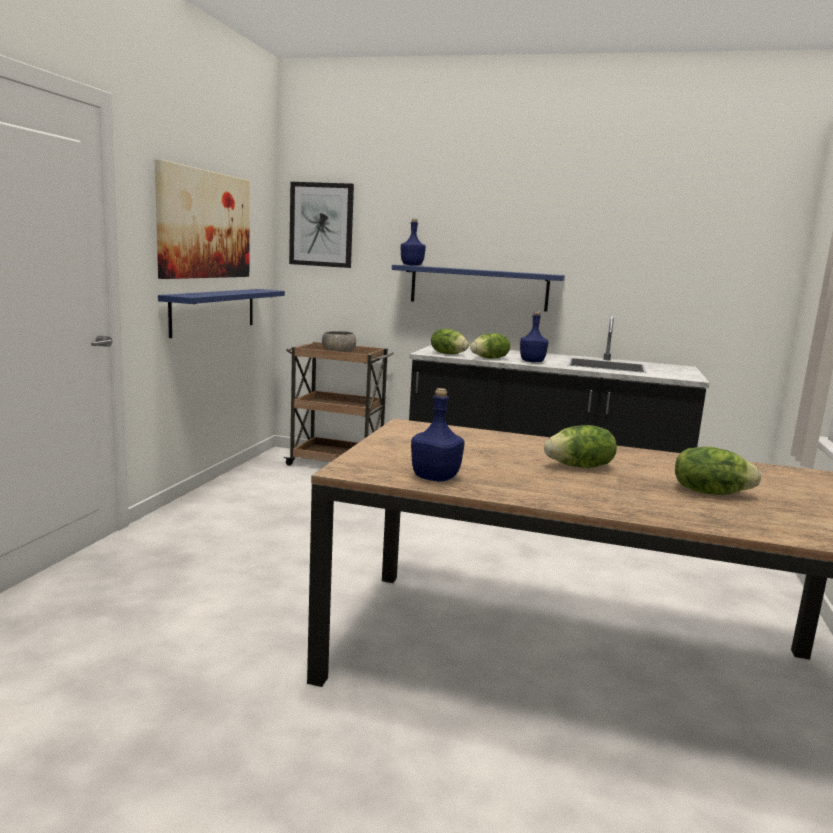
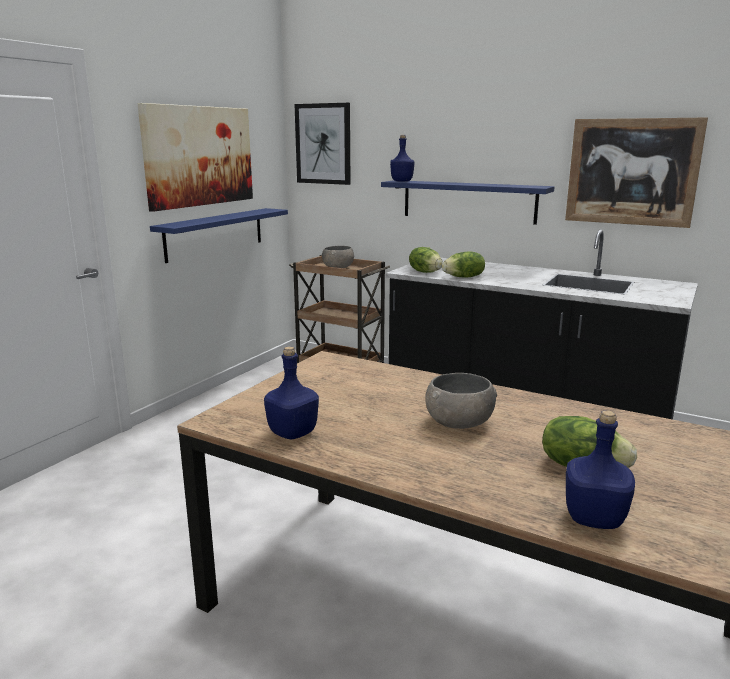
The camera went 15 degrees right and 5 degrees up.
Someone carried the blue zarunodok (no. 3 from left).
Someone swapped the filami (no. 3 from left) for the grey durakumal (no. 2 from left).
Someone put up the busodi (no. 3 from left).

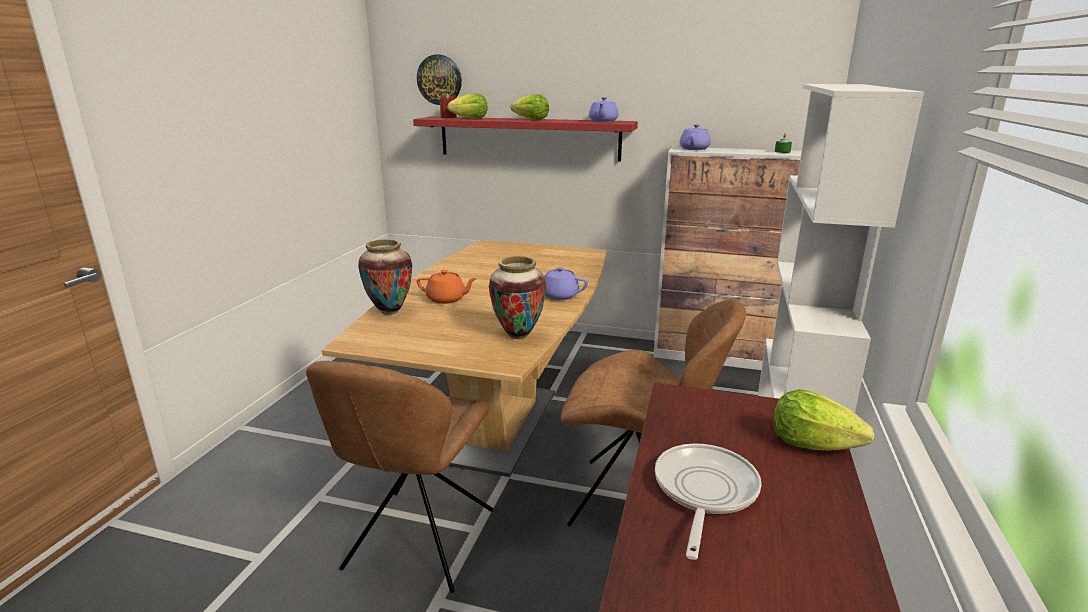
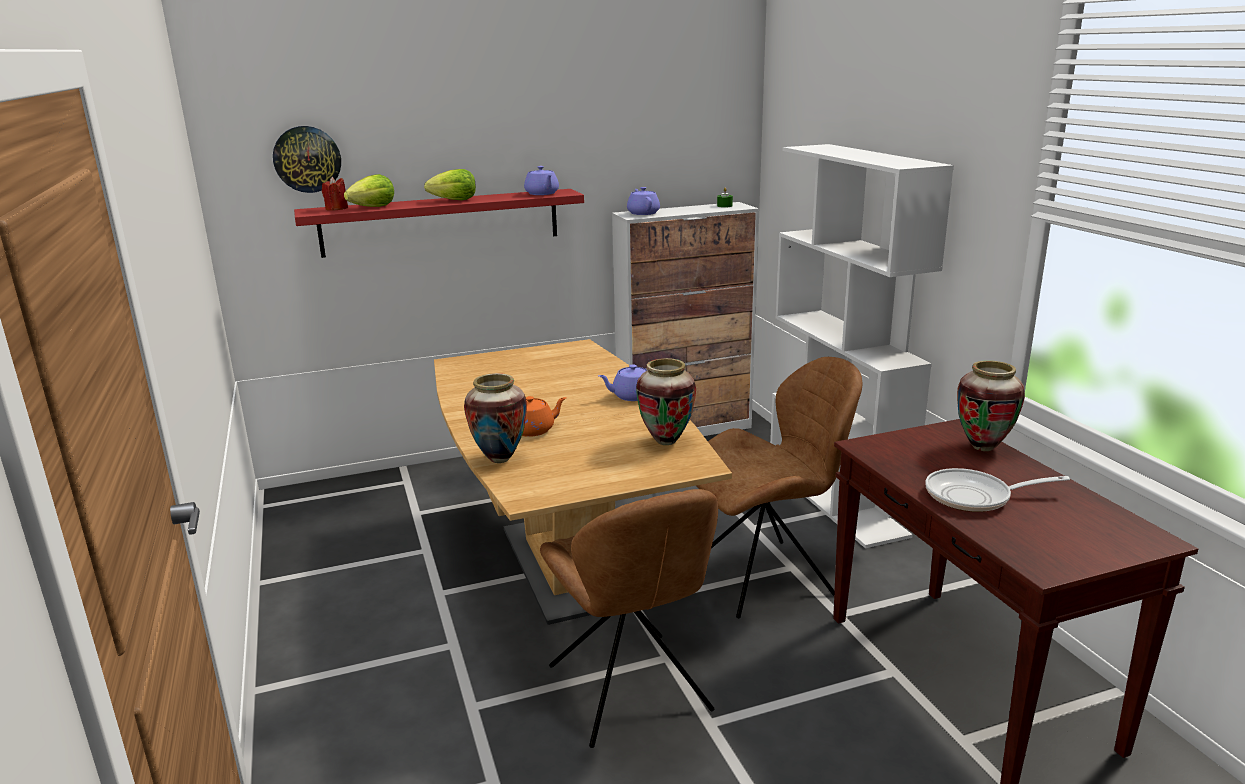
The camera went 35 degrees left and 0 degrees up.
Someone rotated the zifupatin by 75 degrees counterclockwise.
Someone swapped the filami (no. 3 from left) for the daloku (no. 3 from left).

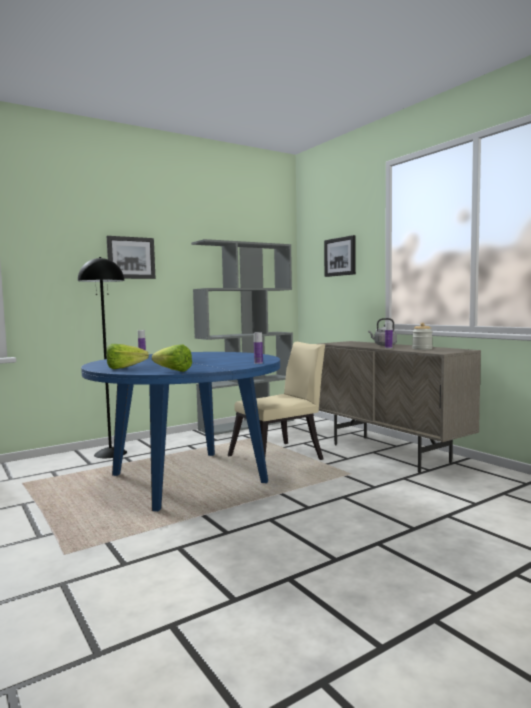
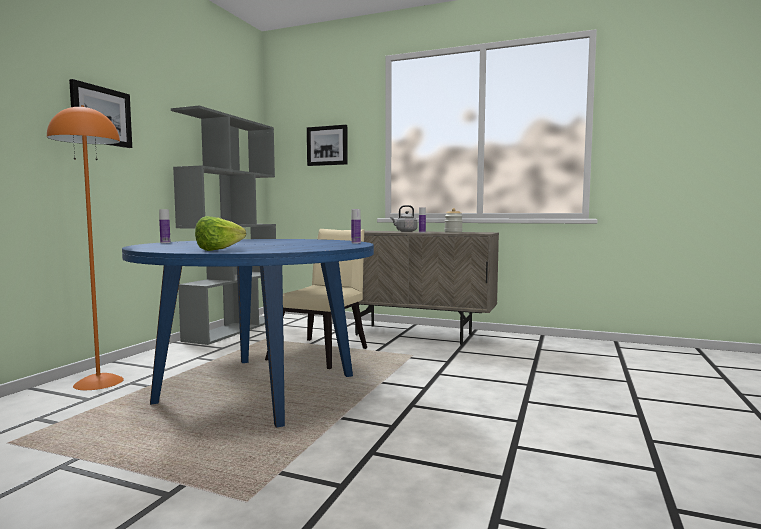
The camera went 35 degrees left and 0 degrees up.
Someone repainted the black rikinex, which became the orange rikinex.
Someone took away the filami (no. 2 from left).

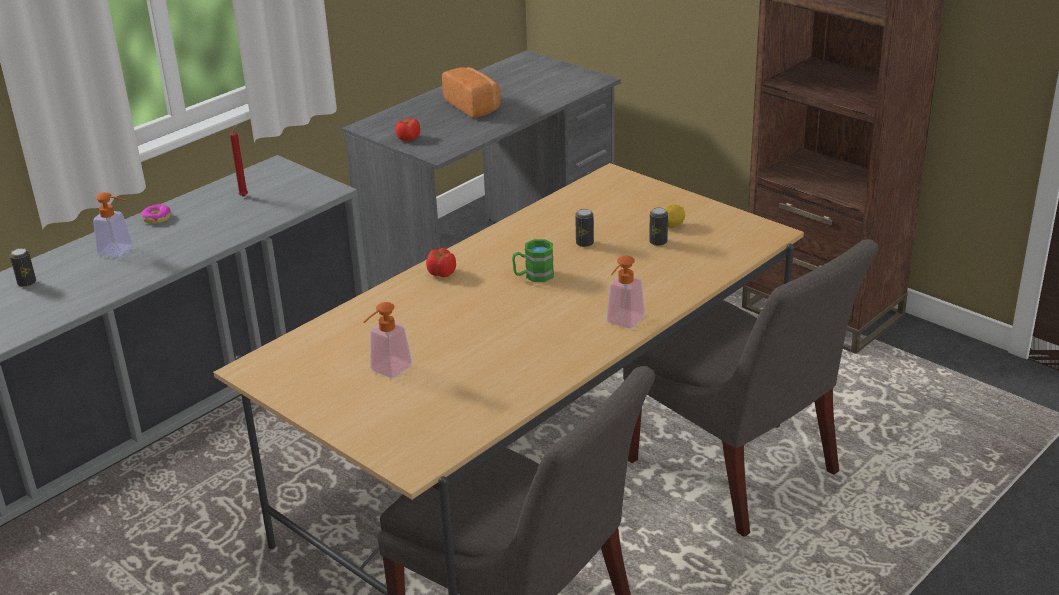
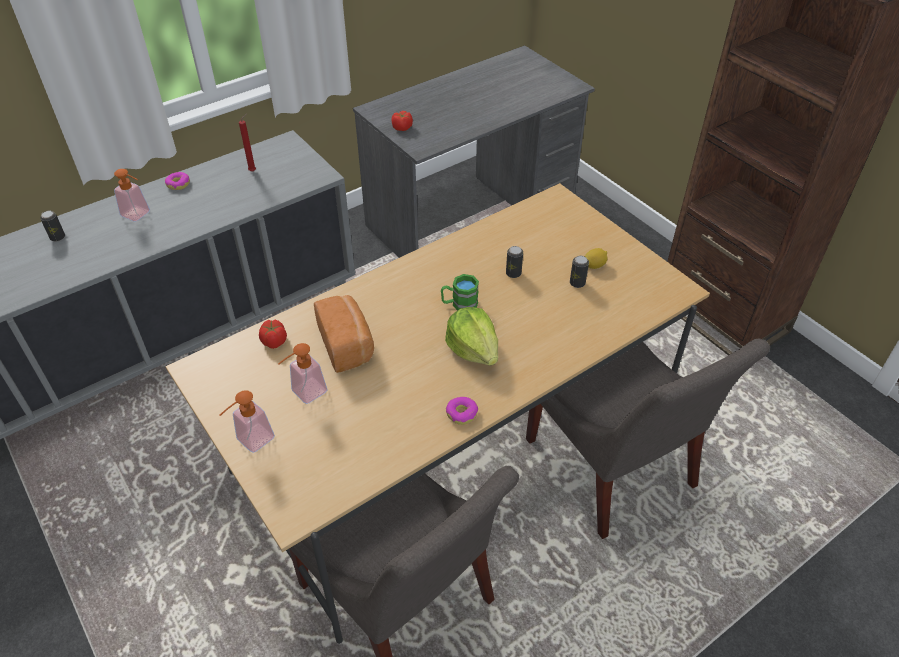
The camera went 10 degrees right and 15 degrees up.
Someone carried the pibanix (no. 2 from left in the first image).
Someone carried the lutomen.
Someone carried the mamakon (no. 3 from left in the first image).
Someone put down the filami.
Someone put down the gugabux (no. 2 from left).

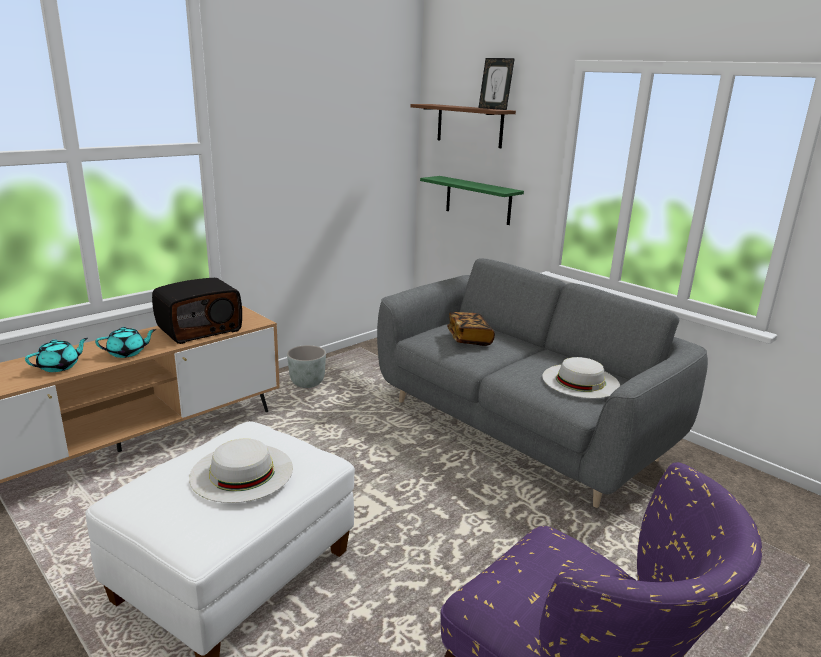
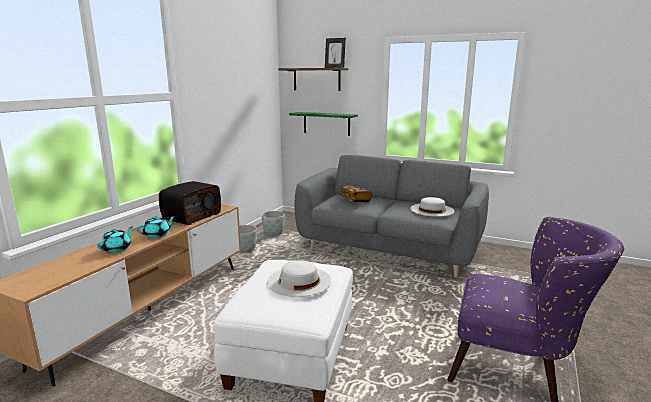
The camera went 20 degrees left and 5 degrees down.
Someone put down the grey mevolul (no. 2 from left).

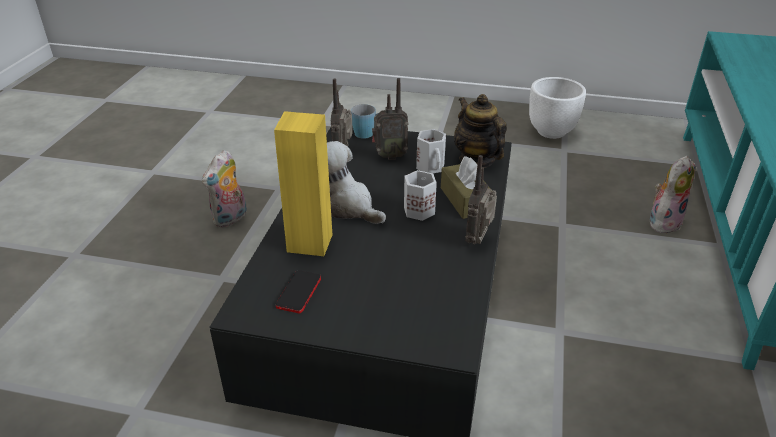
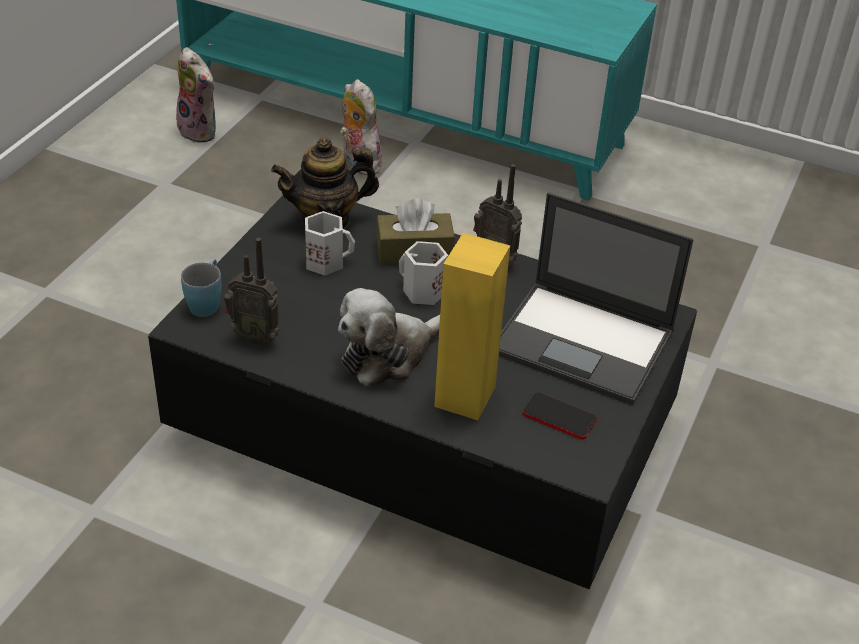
The camera went 80 degrees left and 5 degrees up.
Someone carried the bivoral (no. 1 from left).
Someone took away the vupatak (no. 2 from left).
Someone took away the white mevolul.
Someone put down the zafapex.

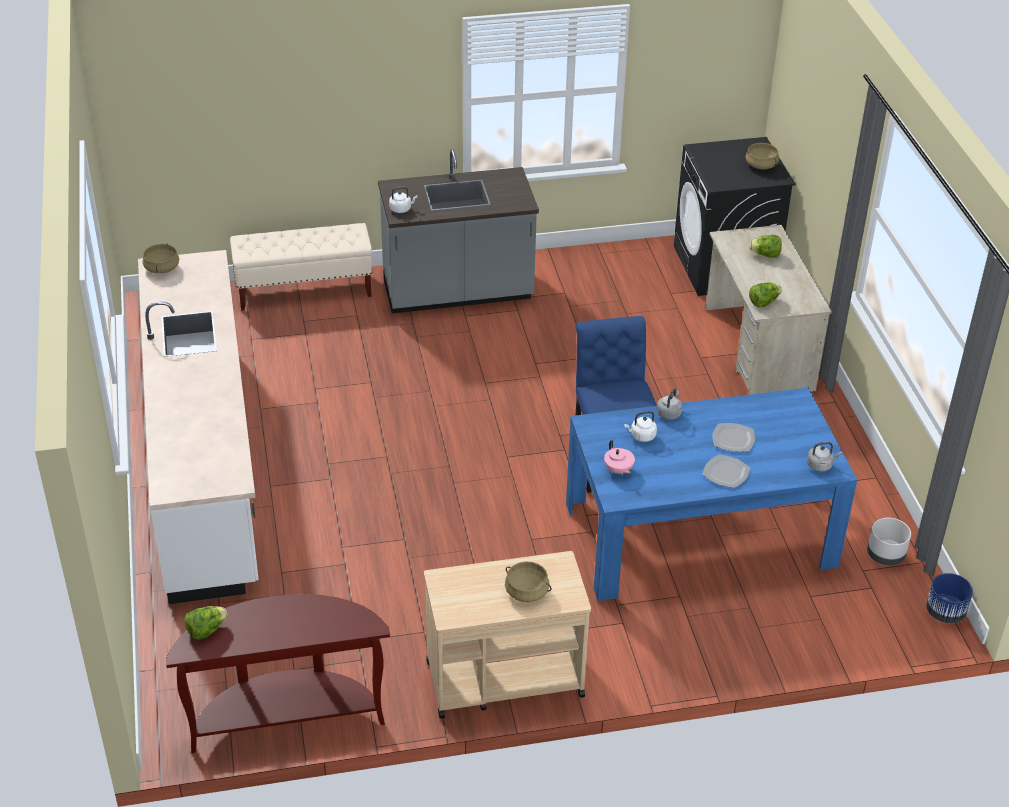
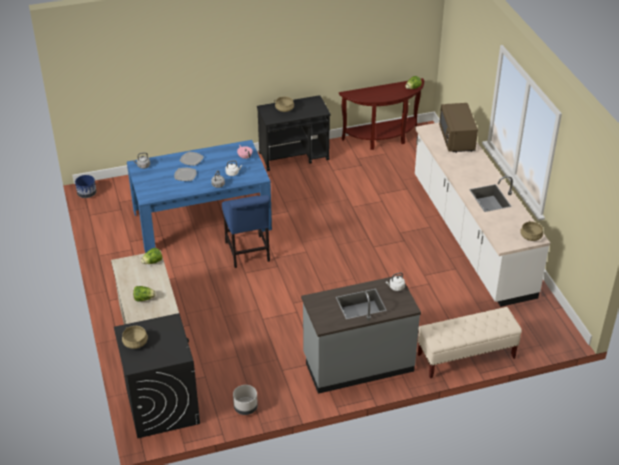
The camera went 175 degrees right and 0 degrees up.
Someone repainted the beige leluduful, which became the black leluduful.
Someone carried the grey mevolul.
Someone put down the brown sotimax.

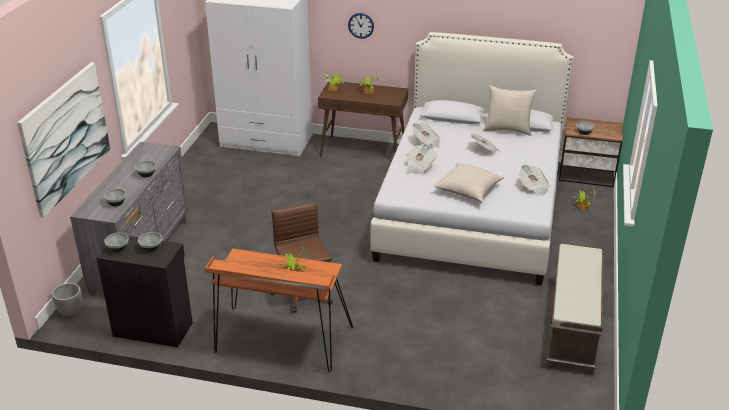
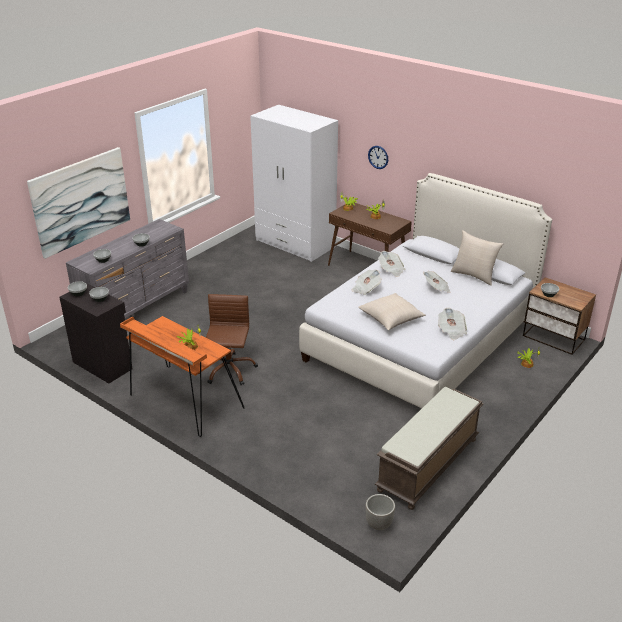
The camera went 25 degrees right and 0 degrees up.
Someone carried the mevolul.

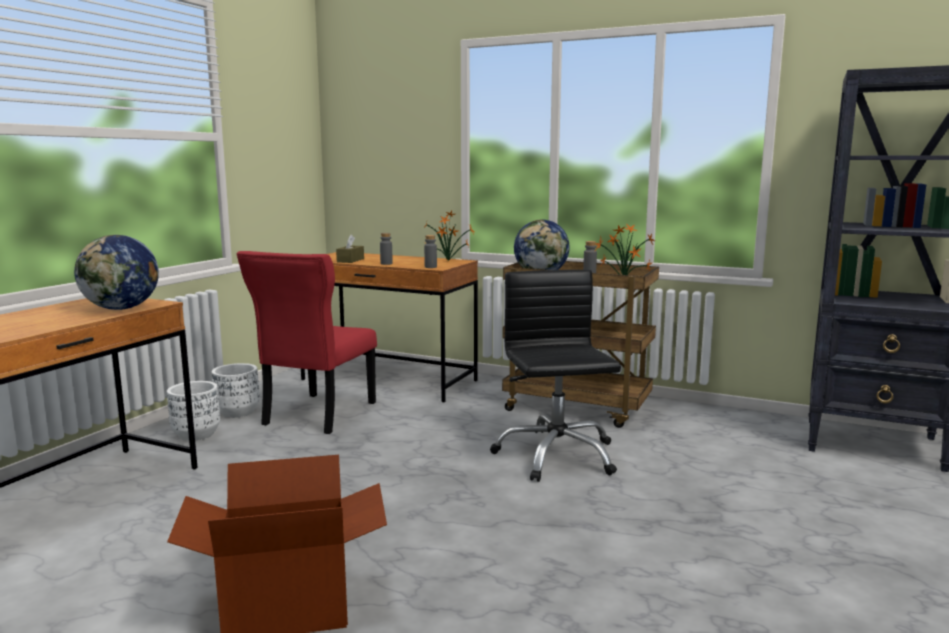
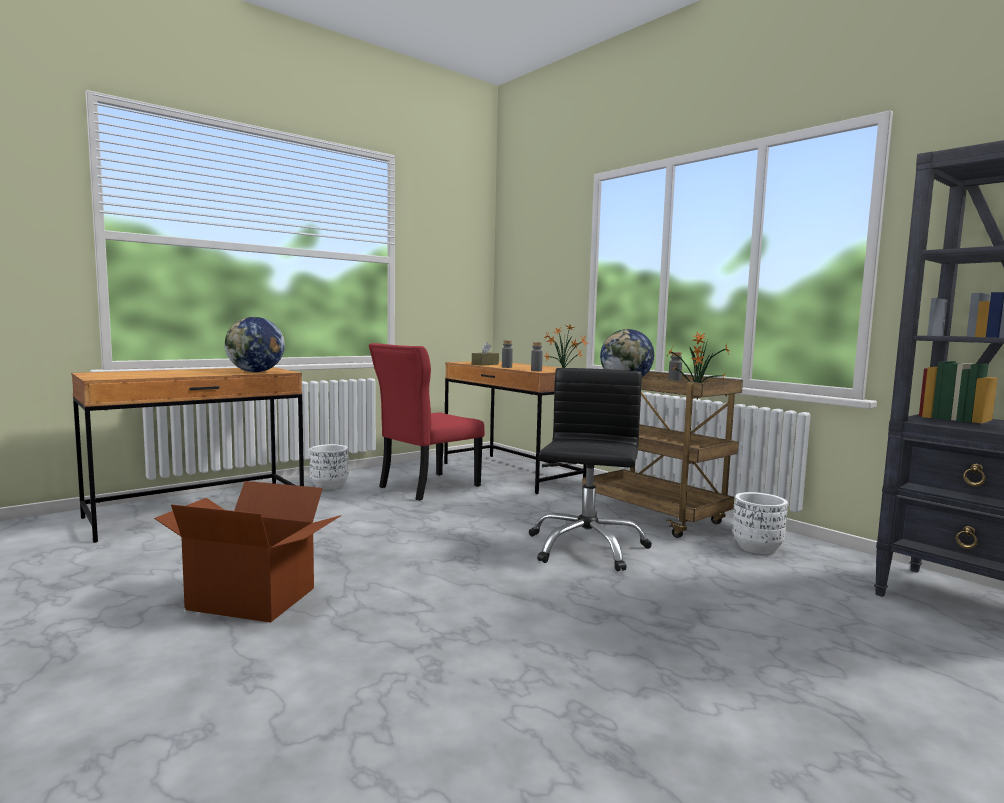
The camera went 25 degrees right and 5 degrees down.
Someone carried the white mevolul (no. 2 from left).

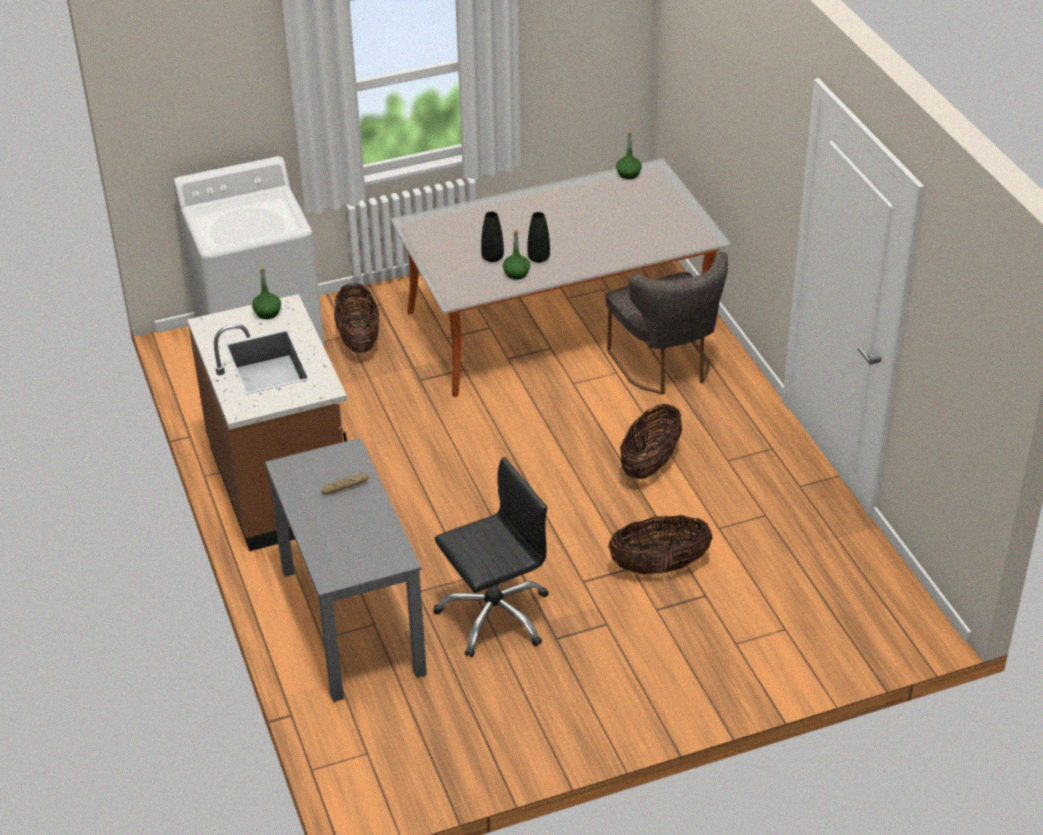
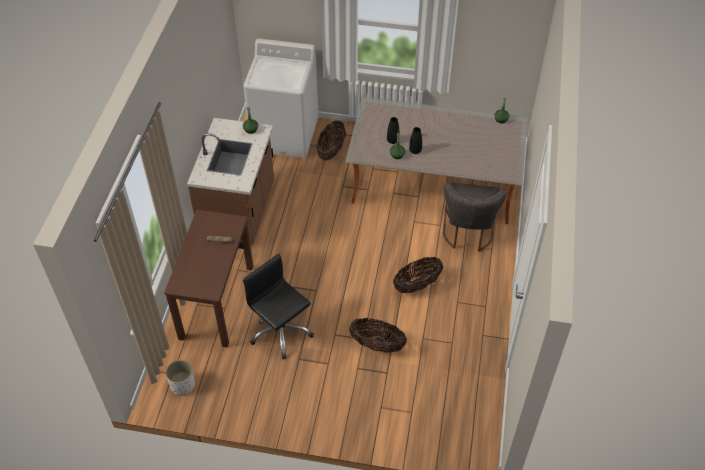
The camera went 30 degrees right and 10 degrees up.
Someone repainted the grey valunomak, which became the brown valunomak.
Someone rotated the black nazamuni by 135 degrees counterclockwise.
Someone put down the white mevolul.

